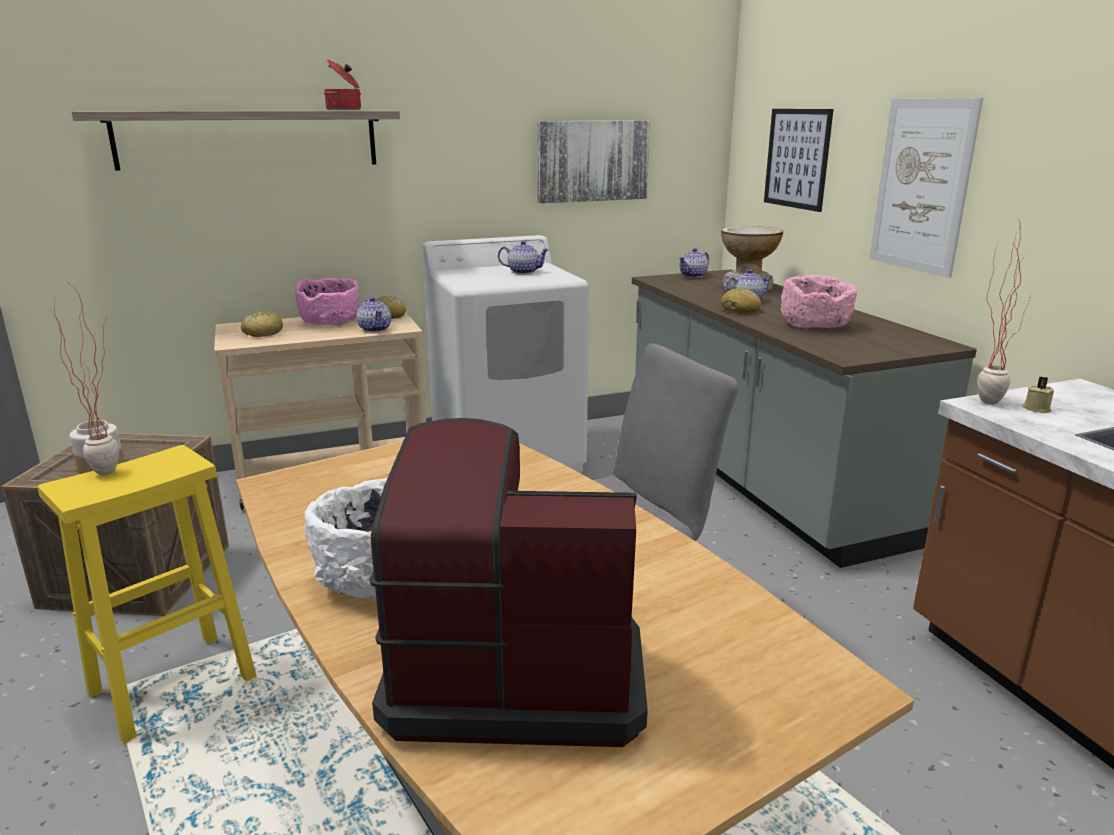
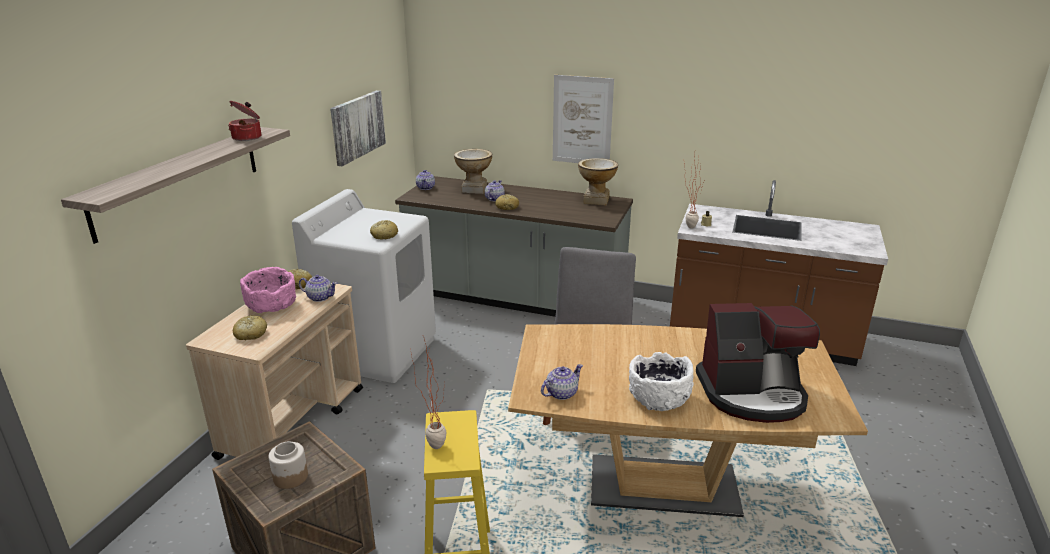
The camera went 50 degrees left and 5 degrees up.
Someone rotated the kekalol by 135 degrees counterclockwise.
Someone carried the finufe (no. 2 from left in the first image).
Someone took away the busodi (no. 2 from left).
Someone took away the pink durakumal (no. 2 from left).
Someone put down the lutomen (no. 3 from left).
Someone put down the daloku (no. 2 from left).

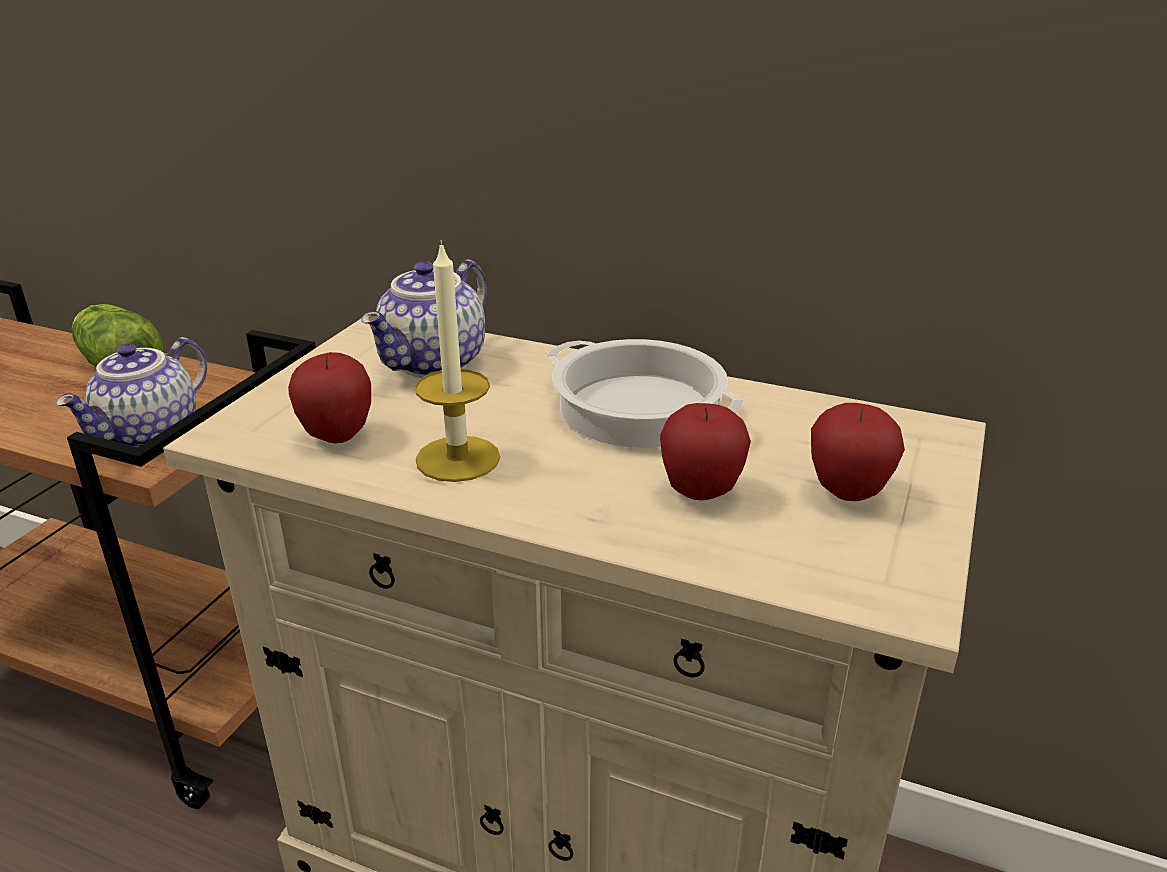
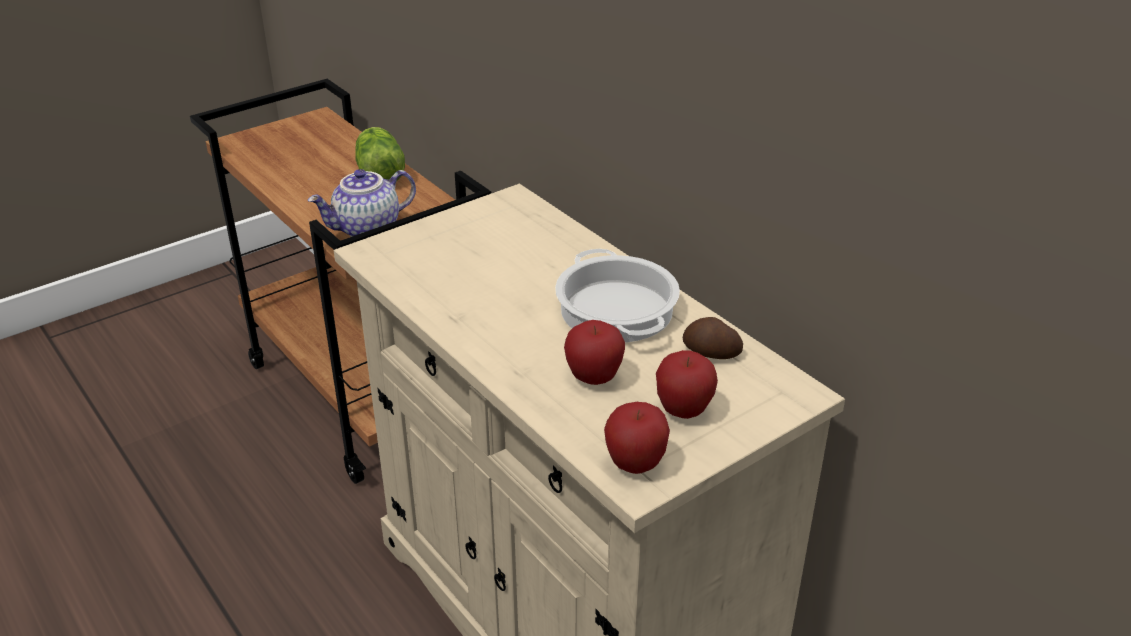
The camera went 30 degrees right and 5 degrees up.
Someone carried the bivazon (no. 1 from left in the first image).
Someone took away the finufe (no. 2 from left).
Someone took away the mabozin.
Someone put down the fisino.

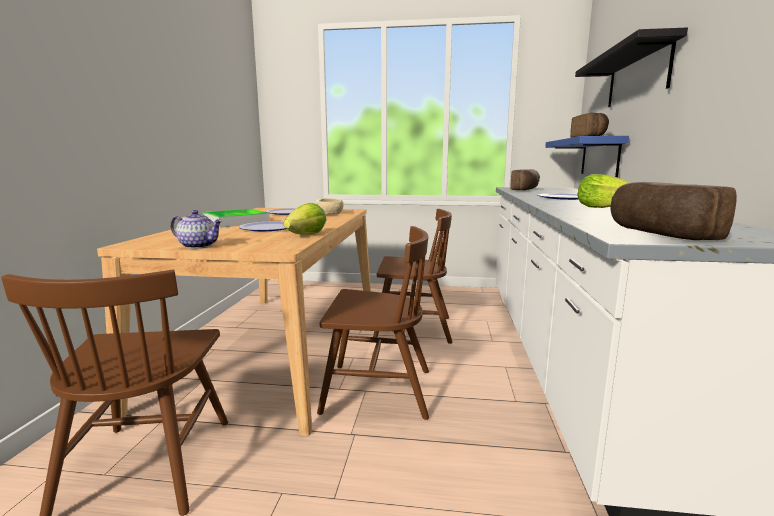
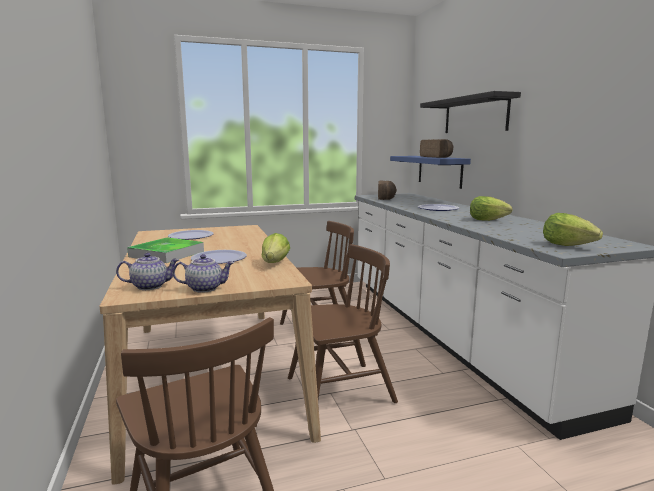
The camera went 25 degrees left and 0 degrees up.
Someone took away the beige durakumal.
Someone swapped the lutomen (no. 3 from left) for the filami (no. 3 from left).
Someone put down the finufe (no. 1 from left).

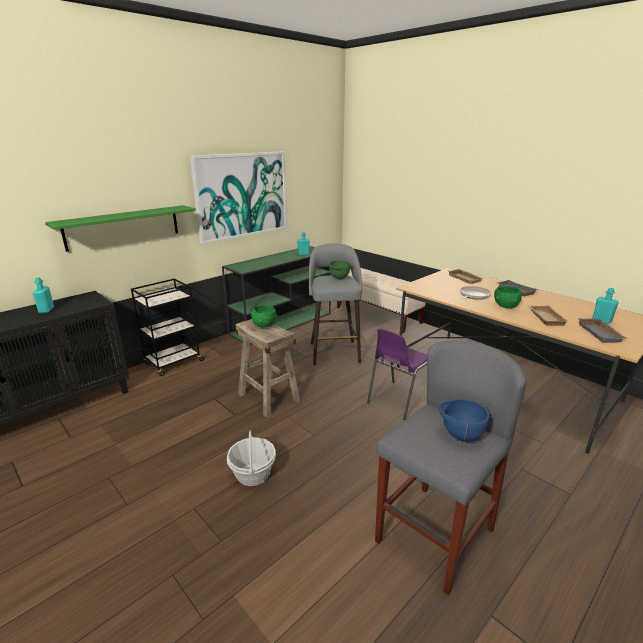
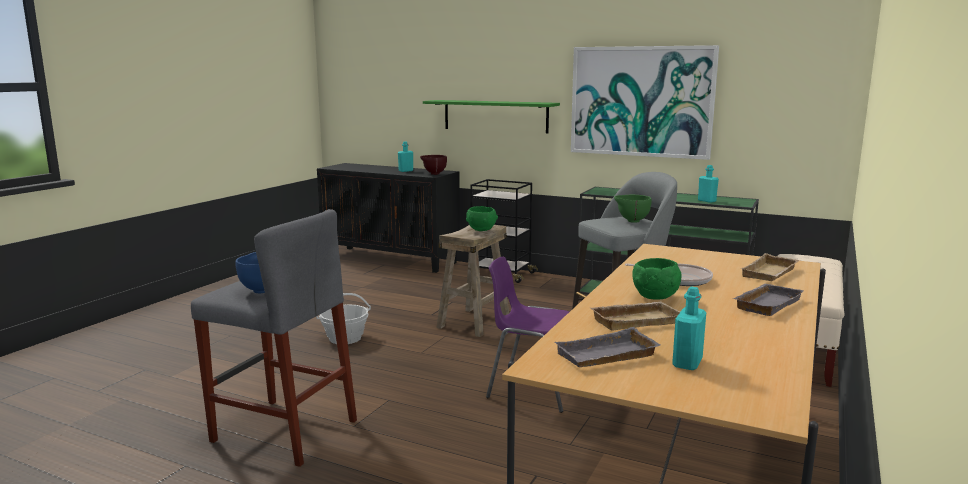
The camera went 70 degrees right and 10 degrees down.
Someone put down the brown durakumal.

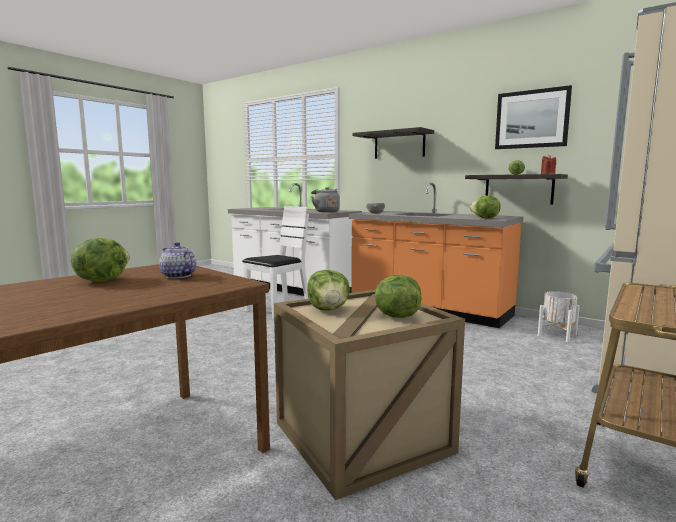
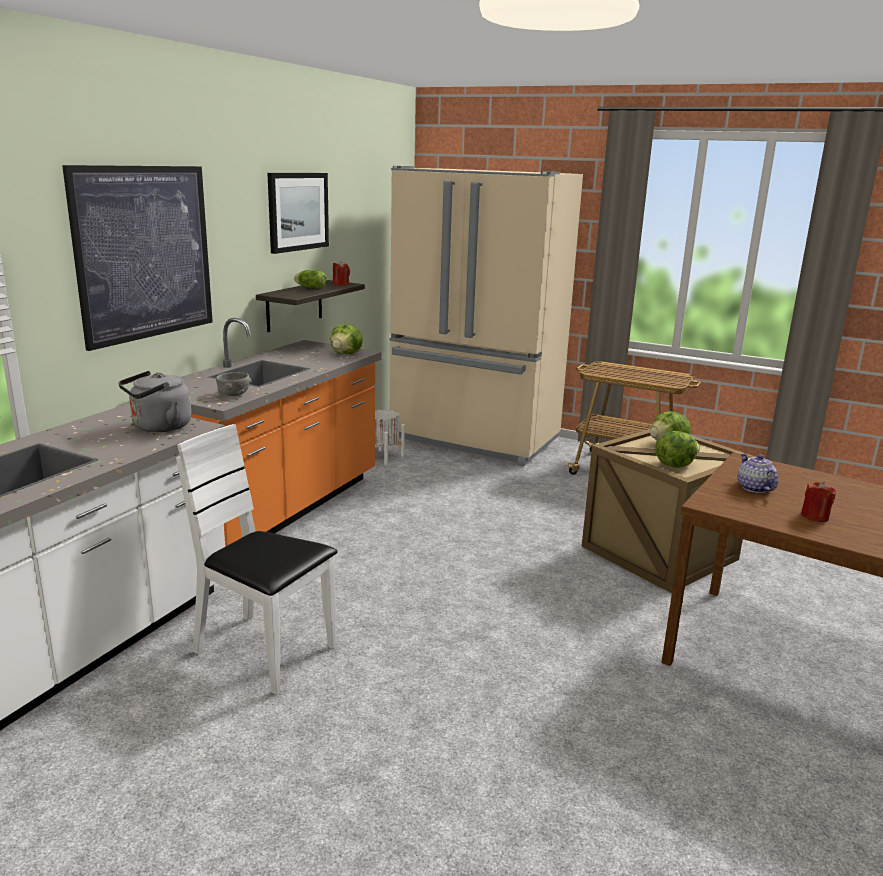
The camera went 100 degrees left and 10 degrees up.
Someone swapped the filami (no. 1 from left) for the red mabozin (no. 2 from left).
Someone rotated the finufe by 135 degrees clockwise.
Someone swapped the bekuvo (no. 1 from left) for the busodi (no. 1 from left).

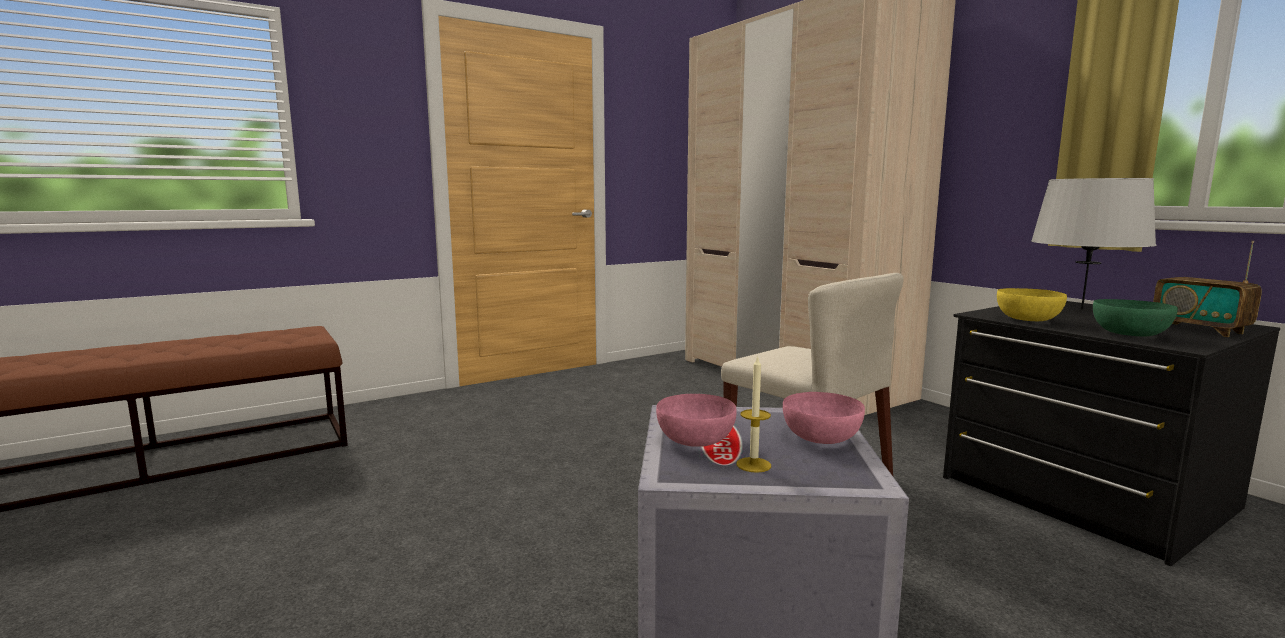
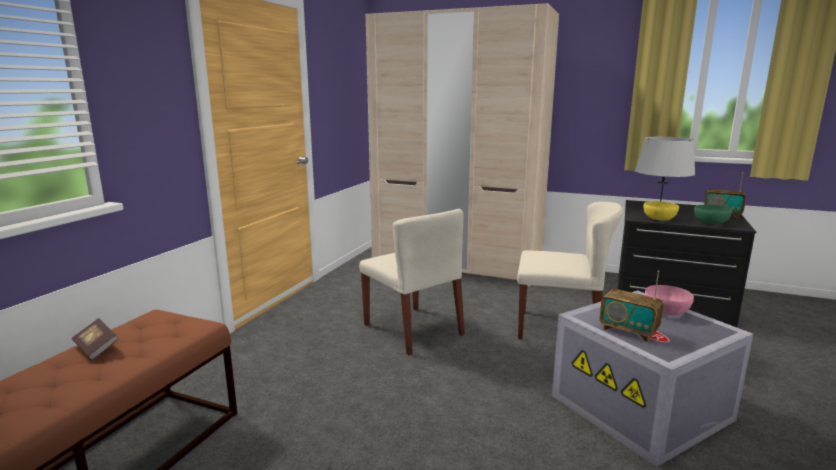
The camera went 35 degrees left and 5 degrees up.
Someone swapped the pink durakumal (no. 1 from left) for the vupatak (no. 1 from left).
Someone took away the mabozin.
Someone put down the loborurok.
Someone put down the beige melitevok (no. 1 from left).

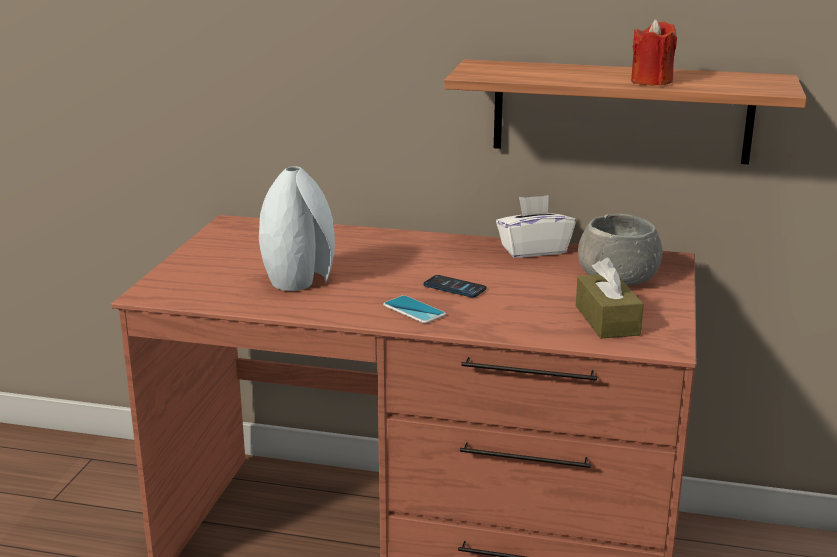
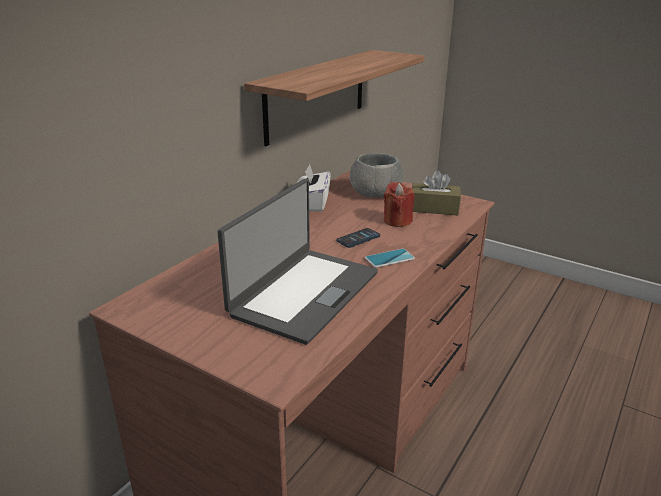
The camera went 70 degrees left and 5 degrees up.
Someone swapped the grey daloku for the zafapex.
Someone carried the red mabozin.

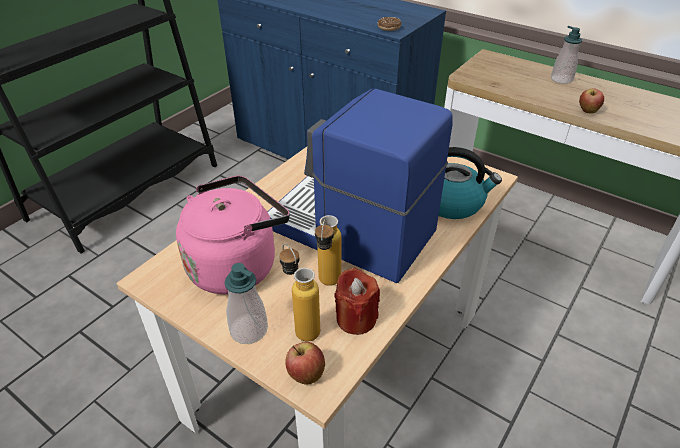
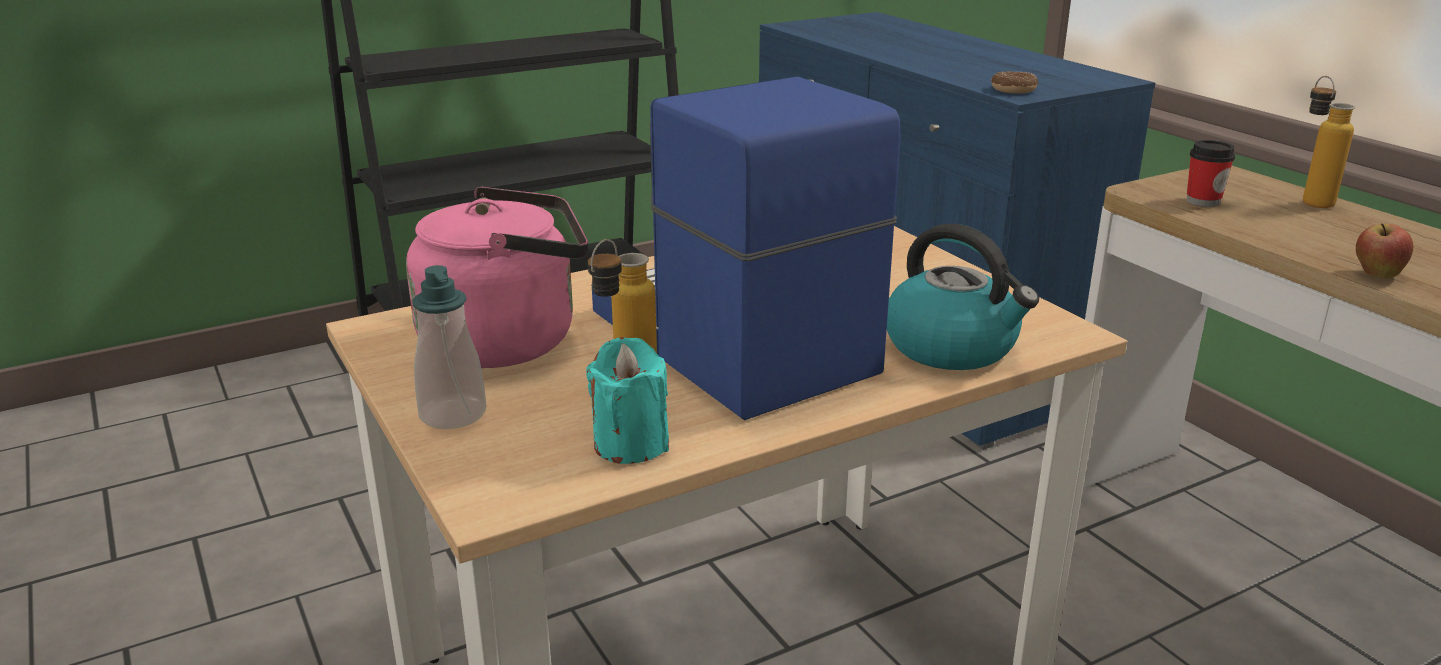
The camera went 25 degrees right and 15 degrees down.
Someone carried the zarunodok (no. 1 from left in the first image).
Someone took away the bivazon (no. 1 from left).
Someone repainted the red mabozin, which became the turquoise mabozin.
Someone took away the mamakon (no. 2 from left).
Someone put down the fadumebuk.

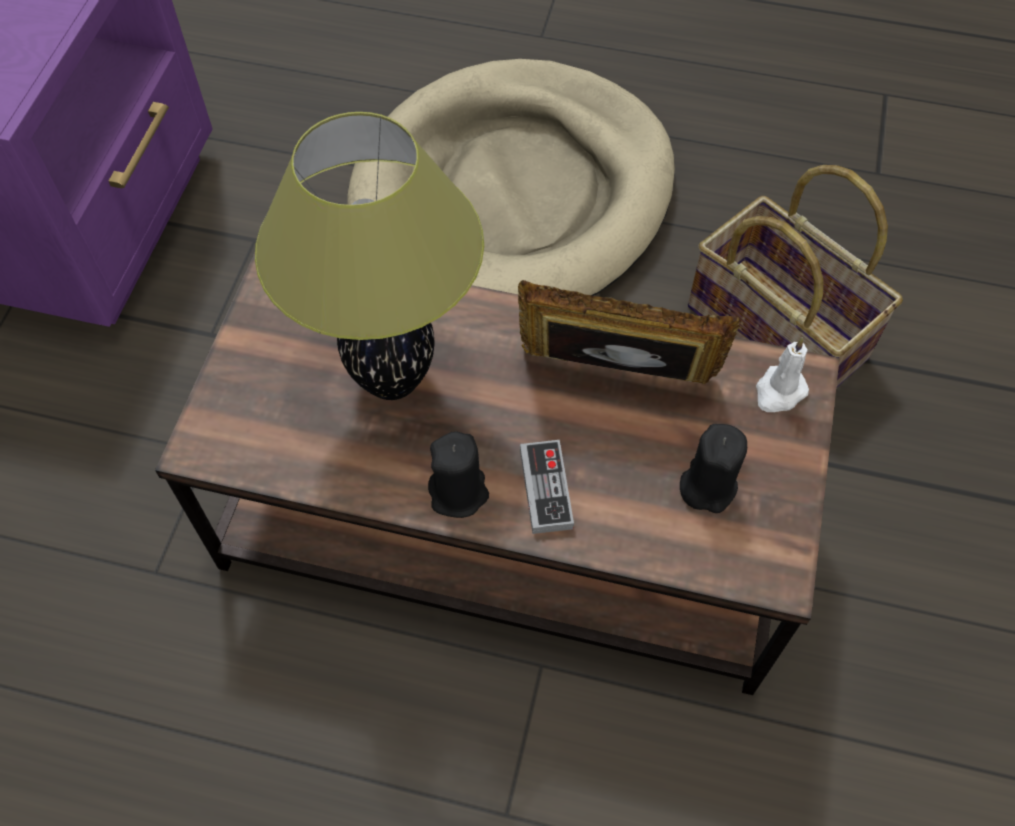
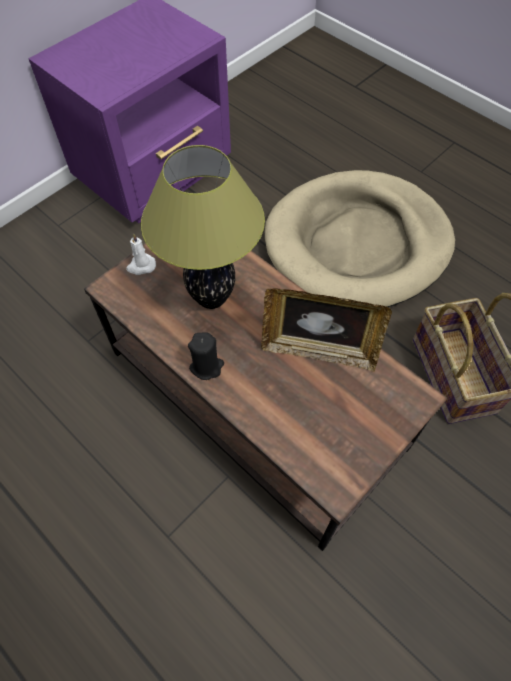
The camera went 30 degrees right and 0 degrees up.
Someone rotated the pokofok by 150 degrees clockwise.
Someone took away the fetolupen.
Someone took away the black mabozin (no. 2 from left).
Someone carried the white mabozin.

